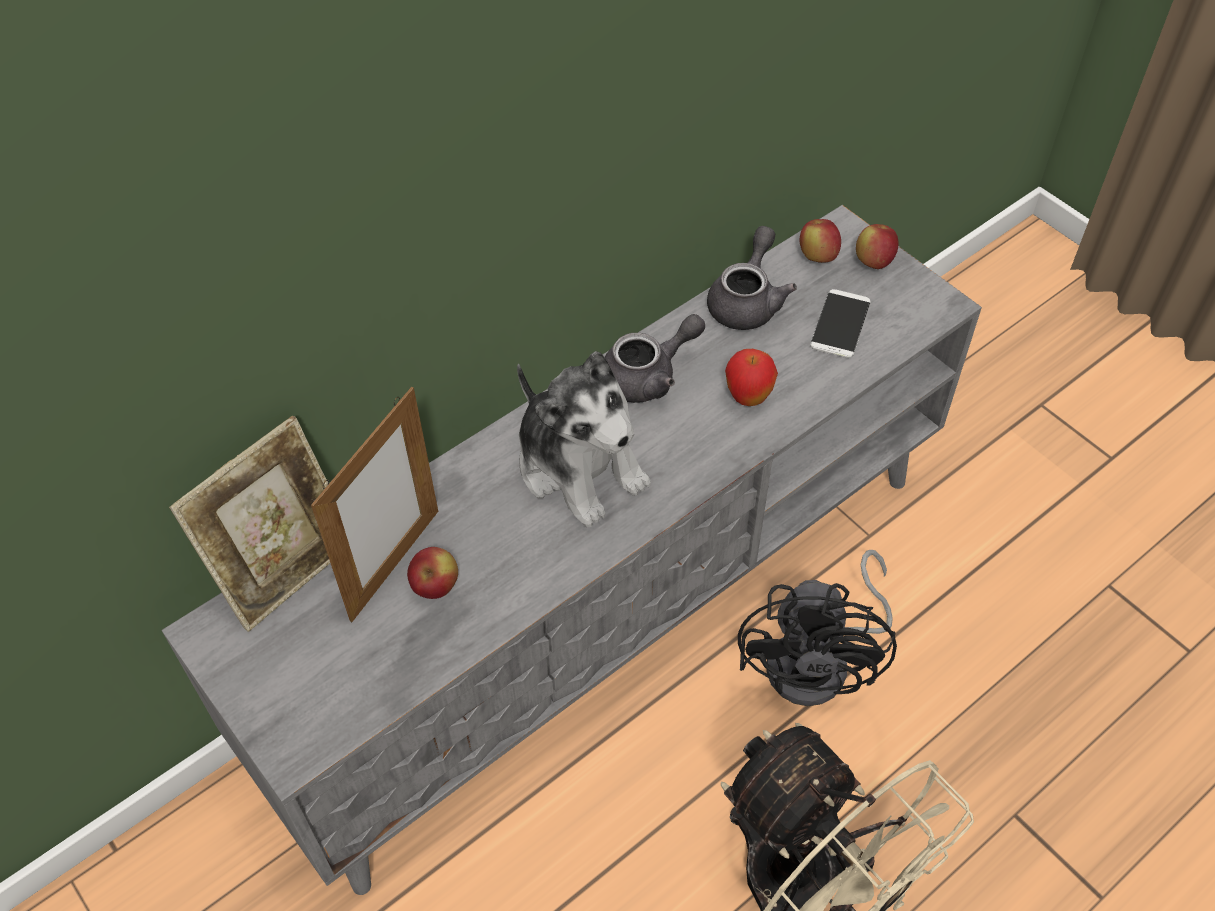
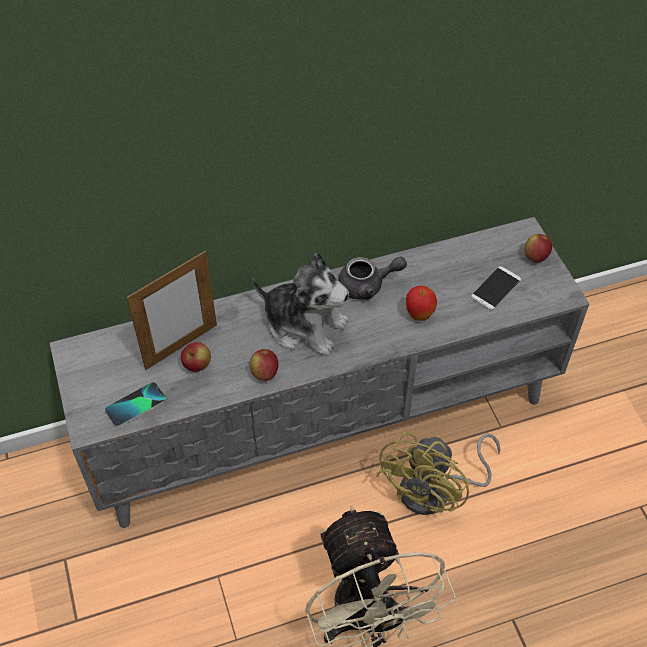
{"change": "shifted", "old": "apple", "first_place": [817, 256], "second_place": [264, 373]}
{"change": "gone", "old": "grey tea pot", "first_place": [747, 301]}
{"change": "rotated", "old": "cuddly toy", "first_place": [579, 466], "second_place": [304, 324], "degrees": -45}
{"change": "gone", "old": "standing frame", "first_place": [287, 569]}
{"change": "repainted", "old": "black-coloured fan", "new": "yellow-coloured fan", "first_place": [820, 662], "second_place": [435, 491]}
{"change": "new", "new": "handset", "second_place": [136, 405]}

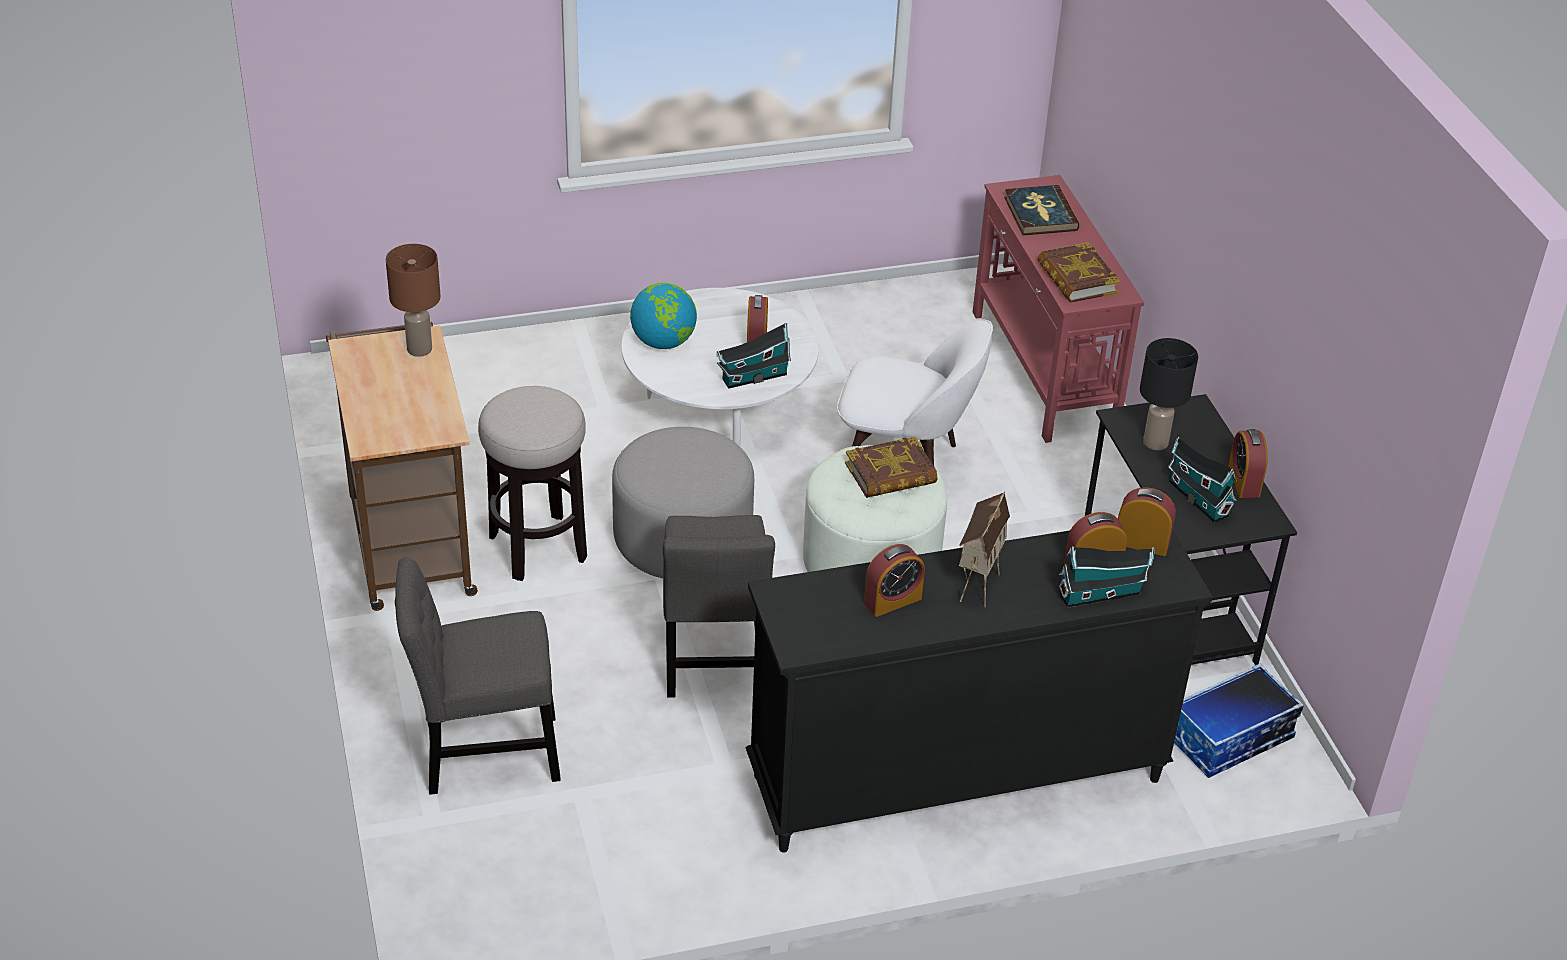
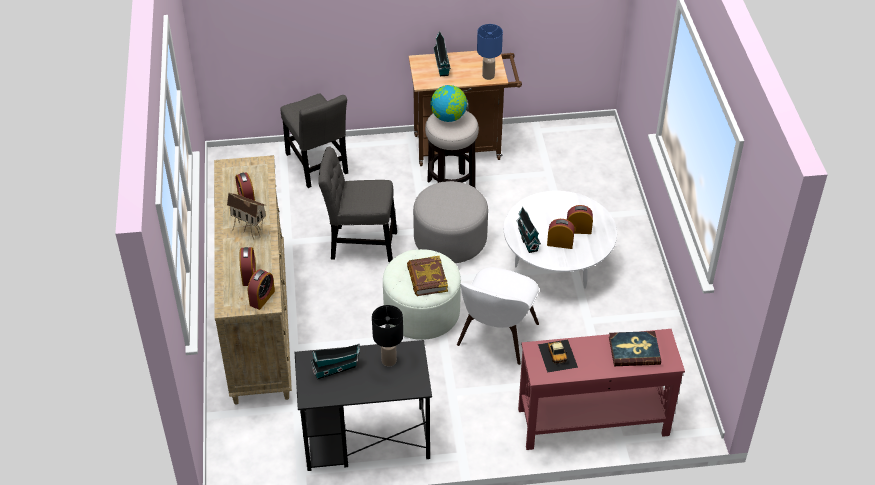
{"change": "swapped", "old": "volume", "new": "model car", "first_place": [1076, 279], "second_place": [557, 355]}
{"change": "repainted", "old": "brown-coloured tabletop lamp", "new": "blue-coloured tabletop lamp", "first_place": [418, 349], "second_place": [488, 75]}
{"change": "shifted", "old": "globe", "first_place": [663, 342], "second_place": [448, 117]}
{"change": "shifted", "old": "table clock", "first_place": [1243, 481], "second_place": [578, 229]}
{"change": "repainted", "old": "black-coloured drawer chest", "new": "beige drawer chest", "first_place": [955, 778], "second_place": [259, 323]}
{"change": "shifted", "old": "miniature house", "first_place": [1102, 593], "second_place": [442, 66]}
{"change": "rotated", "old": "grey chair", "first_place": [483, 753], "second_place": [317, 166], "degrees": 150}
{"change": "gone", "old": "storage bin", "first_place": [1230, 739]}

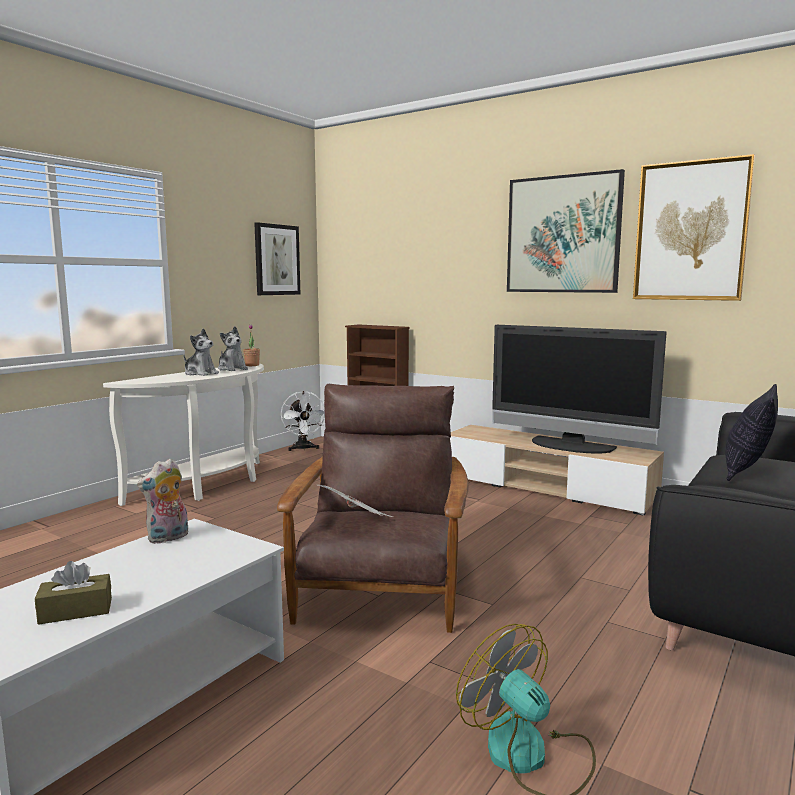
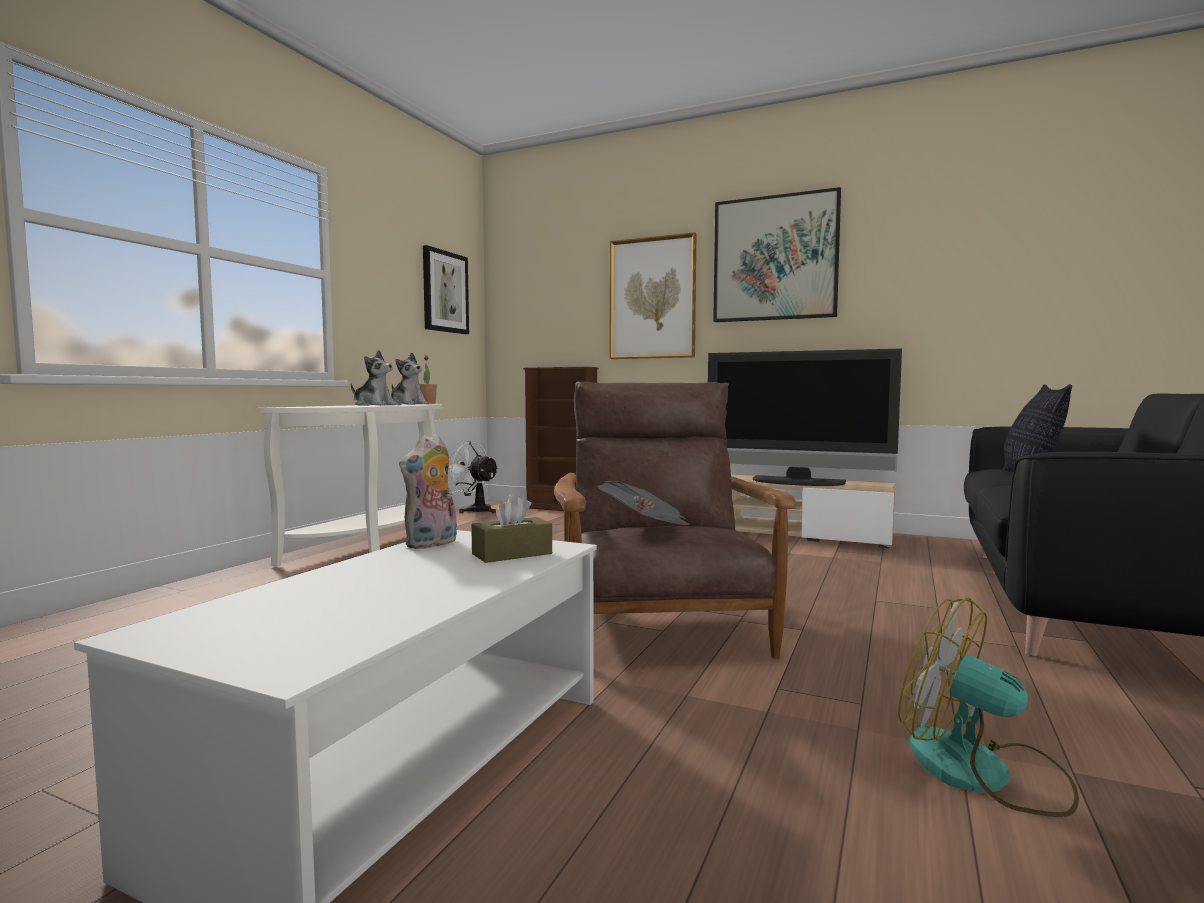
{"change": "shifted", "old": "picture", "first_place": [690, 231], "second_place": [652, 298]}
{"change": "rotated", "old": "whitish fan", "first_place": [303, 449], "second_place": [475, 510], "degrees": 150}
{"change": "shifted", "old": "brown-coloured box of tissues", "first_place": [76, 611], "second_place": [512, 554]}

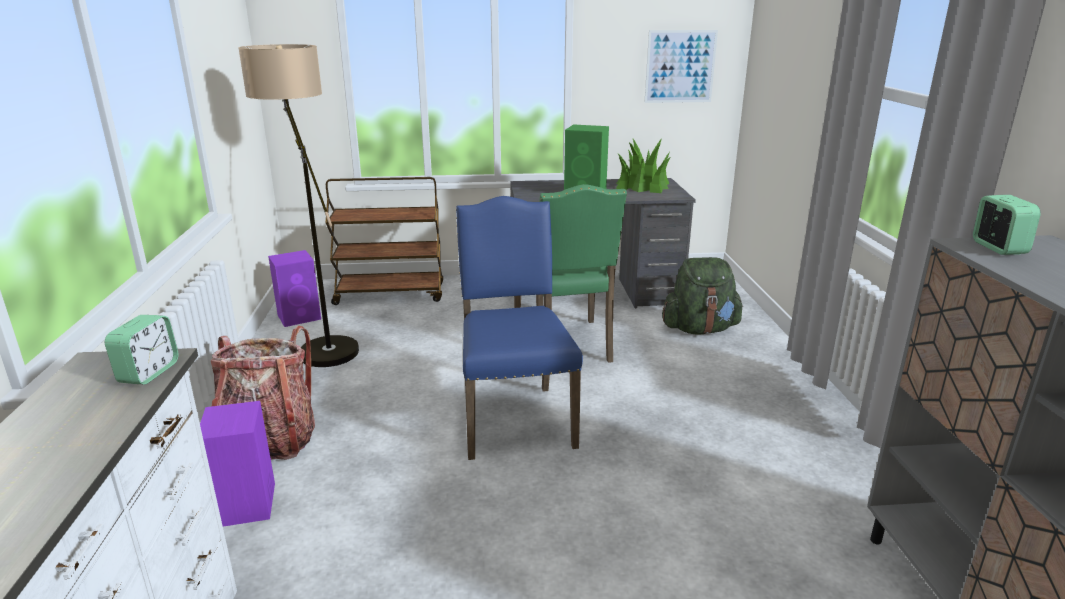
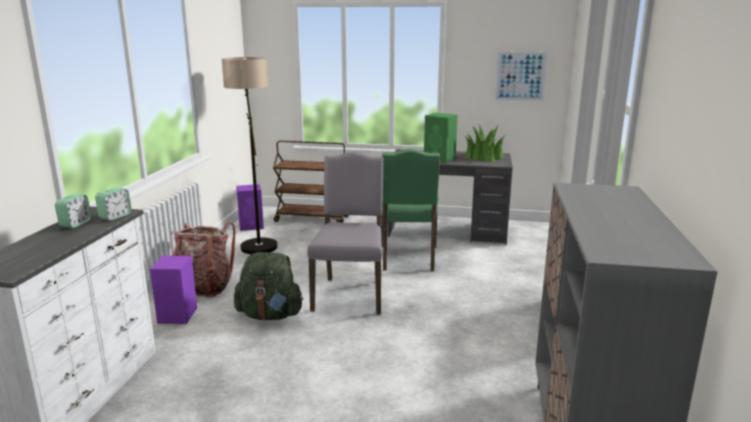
{"change": "shifted", "old": "table clock", "first_place": [998, 248], "second_place": [75, 224]}
{"change": "repainted", "old": "blue-coloured chair", "new": "grey chair", "first_place": [514, 418], "second_place": [350, 294]}
{"change": "shifted", "old": "green rucksack", "first_place": [699, 329], "second_place": [270, 315]}

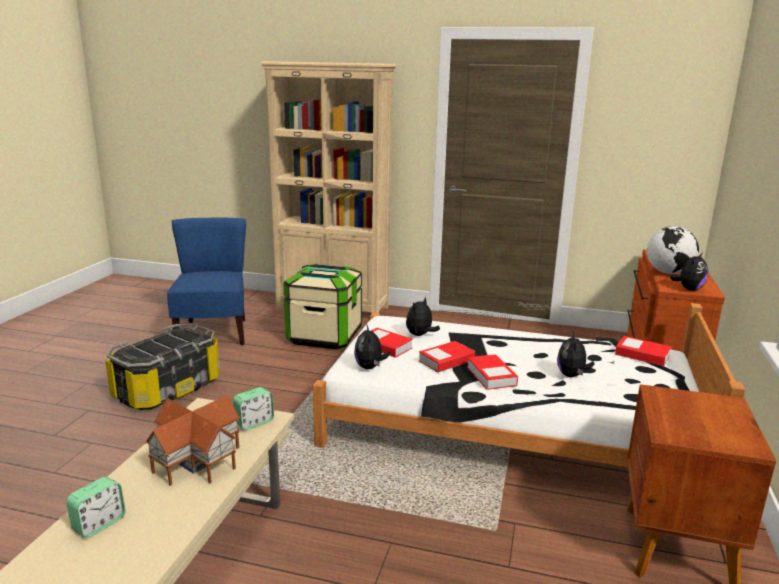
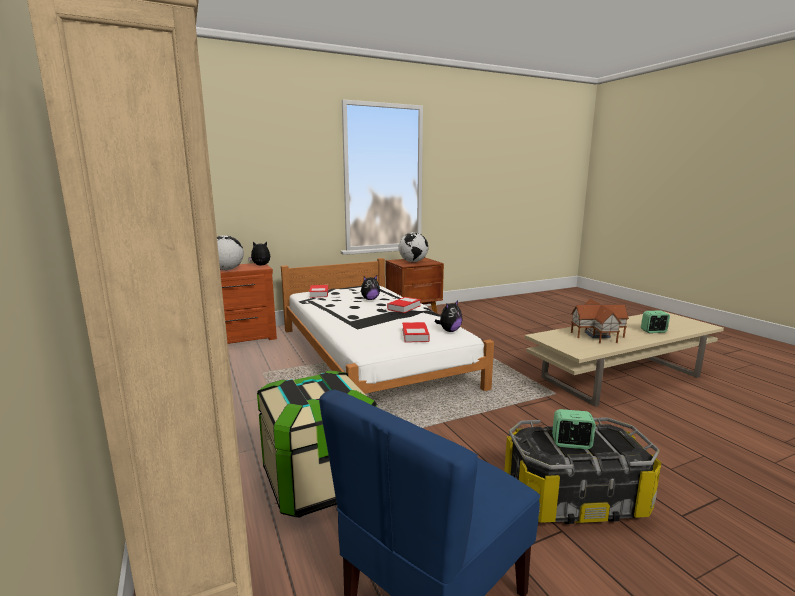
{"change": "gone", "old": "cuddly toy", "first_place": [420, 335]}
{"change": "gone", "old": "volume", "first_place": [446, 361]}
{"change": "shifted", "old": "table clock", "first_place": [254, 422], "second_place": [571, 444]}
{"change": "new", "new": "globe", "second_place": [413, 262]}

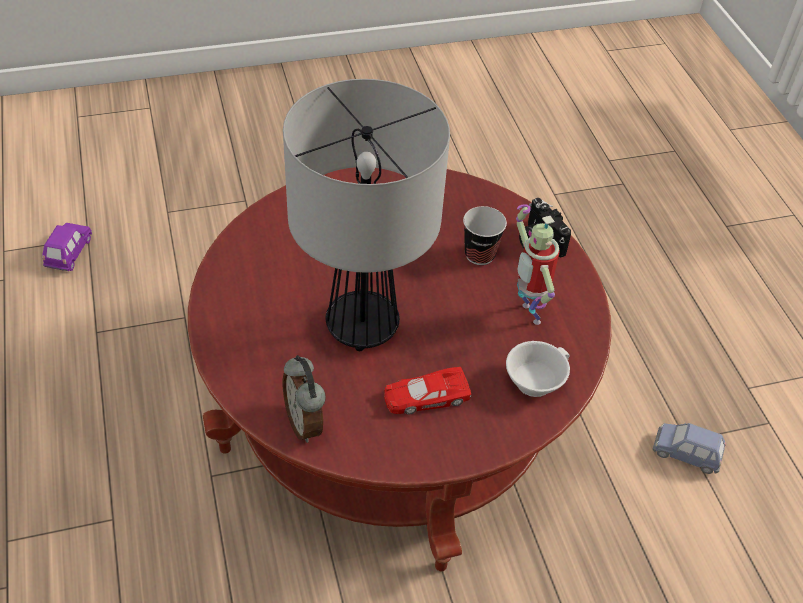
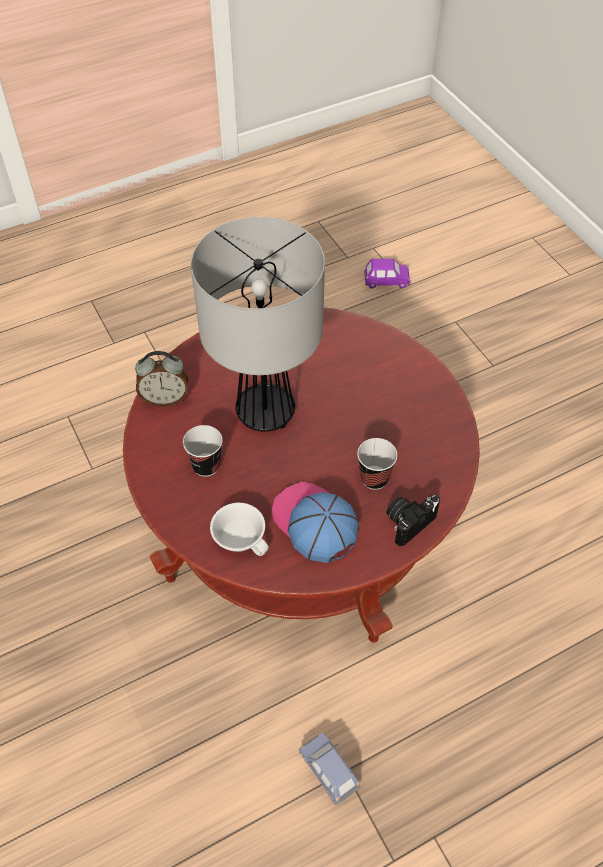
{"change": "swapped", "old": "model robot", "new": "cap", "first_place": [526, 314], "second_place": [314, 523]}
{"change": "rotated", "old": "table clock", "first_place": [305, 423], "second_place": [165, 399], "degrees": -150}
{"change": "swapped", "old": "reddish model car", "new": "small cup", "first_place": [425, 396], "second_place": [206, 465]}
{"change": "rotated", "old": "blue-coloured model car", "first_place": [686, 454], "second_place": [328, 770], "degrees": -45}

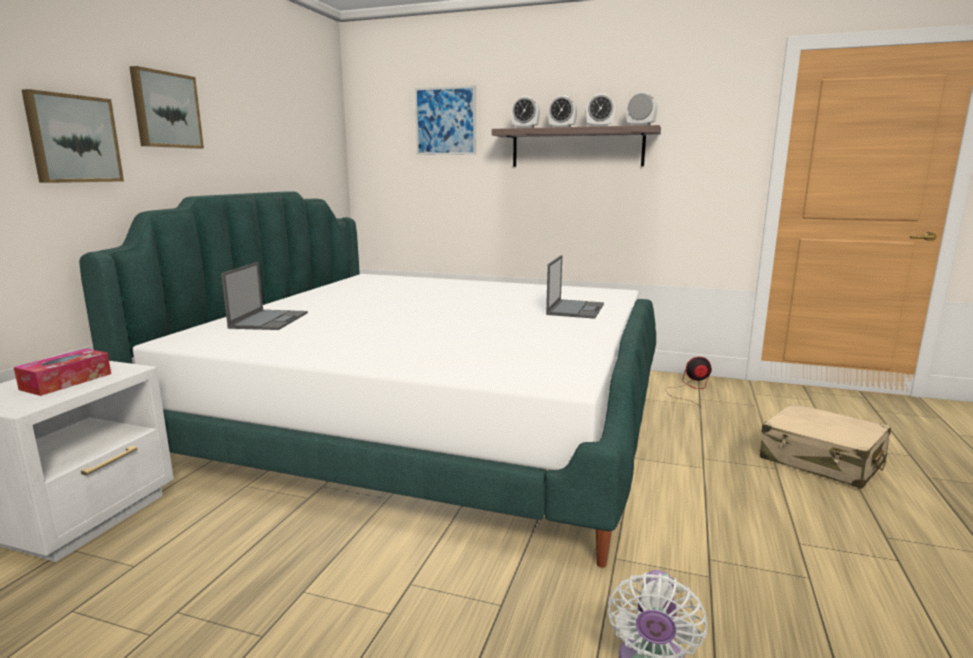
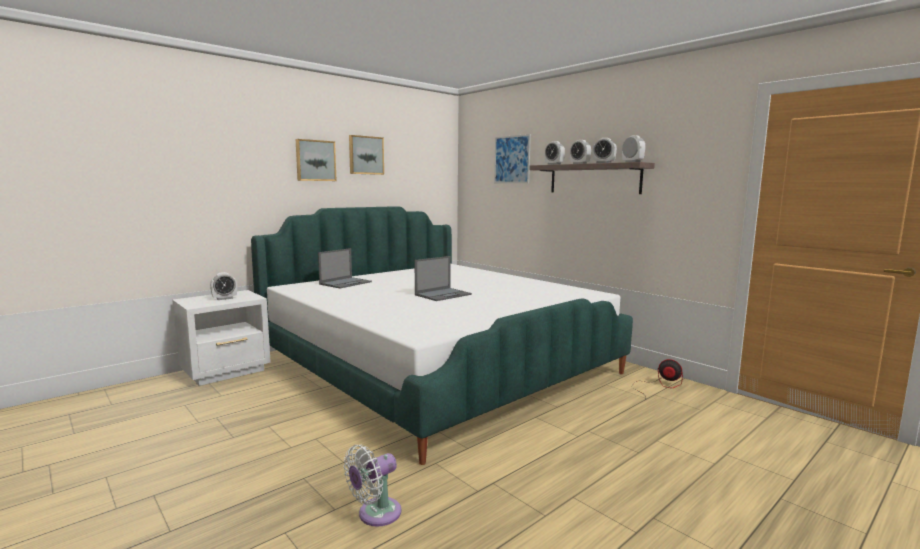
{"change": "shifted", "old": "picture", "first_place": [72, 139], "second_place": [365, 155]}
{"change": "shifted", "old": "laptop", "first_place": [575, 309], "second_place": [443, 294]}
{"change": "swapped", "old": "box of tissues", "new": "table clock", "first_place": [66, 381], "second_place": [224, 298]}
{"change": "gone", "old": "beige piece of luggage", "first_place": [821, 460]}

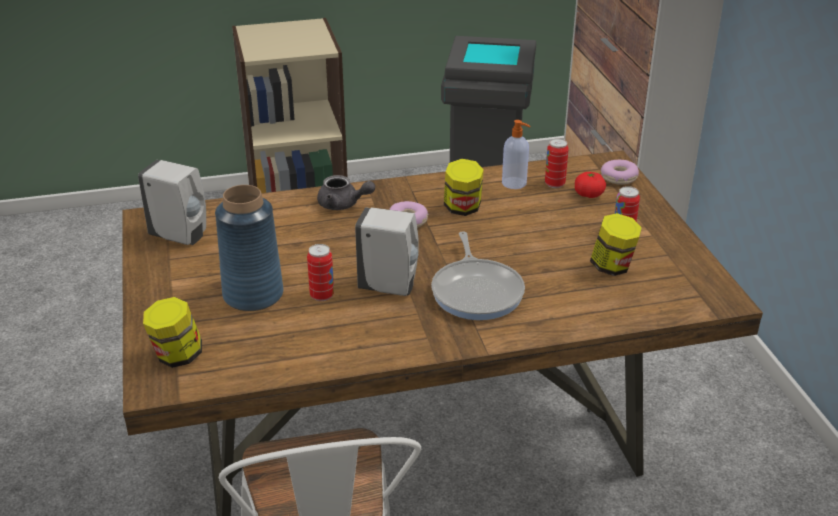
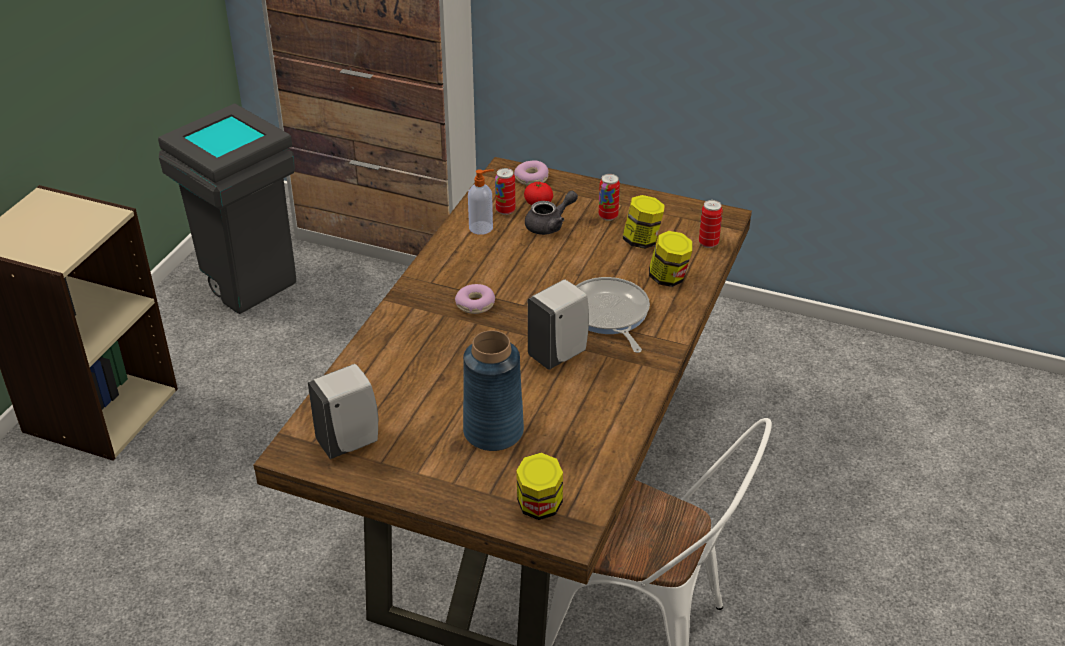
{"change": "shifted", "old": "jar", "first_place": [462, 208], "second_place": [668, 278]}
{"change": "shifted", "old": "grey tea pot", "first_place": [343, 205], "second_place": [550, 225]}
{"change": "rotated", "old": "pan", "first_place": [477, 291], "second_place": [608, 315], "degrees": -135}
{"change": "shifted", "old": "metal can", "first_place": [322, 296], "second_place": [708, 243]}

